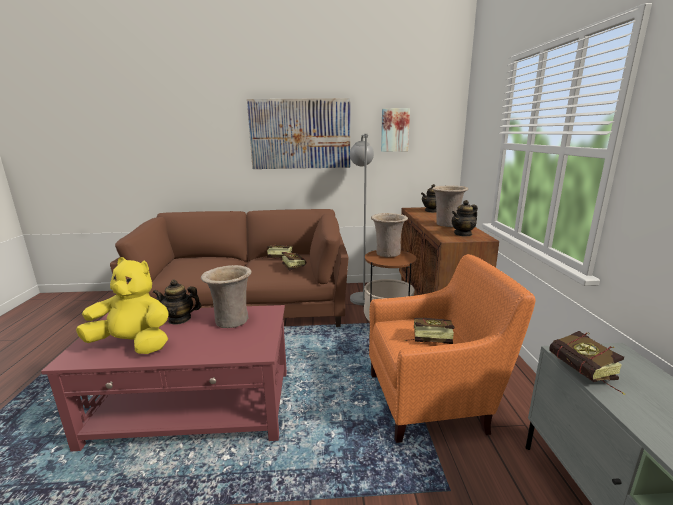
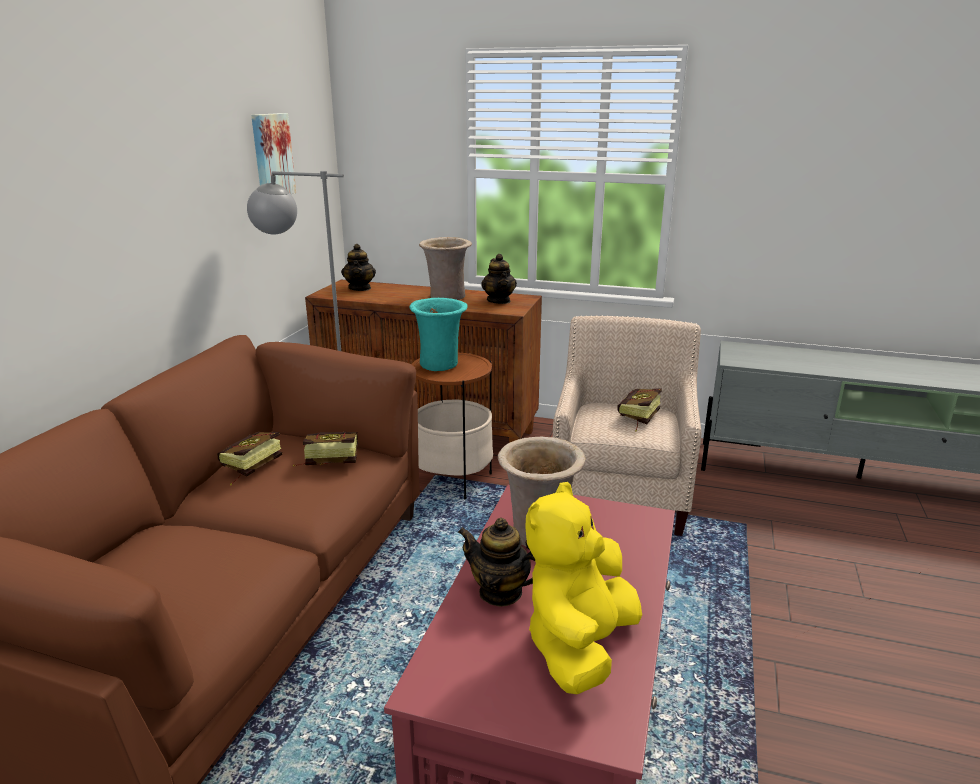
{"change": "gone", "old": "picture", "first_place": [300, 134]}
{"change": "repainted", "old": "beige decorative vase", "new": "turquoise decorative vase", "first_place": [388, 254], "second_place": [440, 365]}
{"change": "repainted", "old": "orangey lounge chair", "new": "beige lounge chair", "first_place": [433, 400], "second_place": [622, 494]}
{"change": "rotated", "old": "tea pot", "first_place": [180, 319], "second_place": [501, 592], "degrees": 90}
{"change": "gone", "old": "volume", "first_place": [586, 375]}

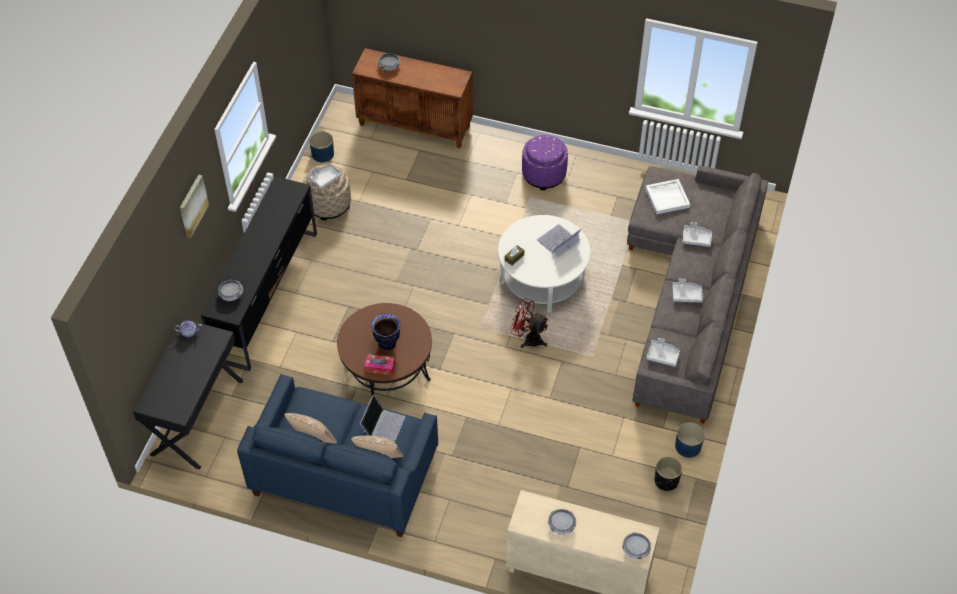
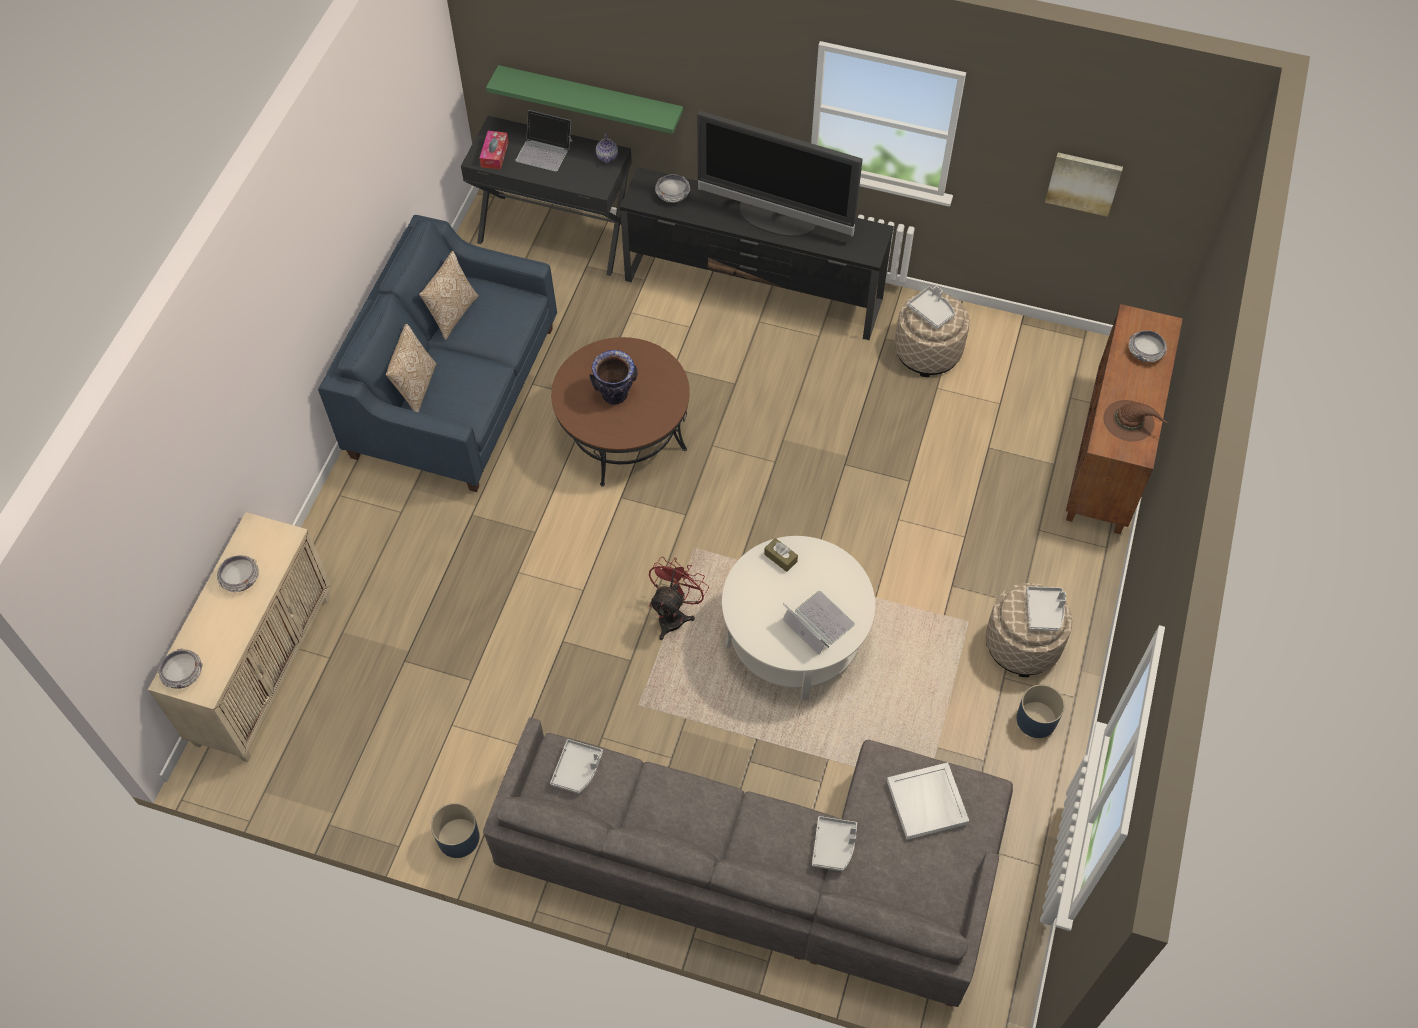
{"change": "shifted", "old": "blue-coloured planter", "first_place": [323, 154], "second_place": [1036, 719]}
{"change": "repainted", "old": "purplish ottoman", "new": "beige ottoman", "first_place": [544, 174], "second_place": [1022, 644]}
{"change": "shifted", "old": "picture", "first_place": [192, 205], "second_place": [1083, 182]}
{"change": "shifted", "old": "grey serving tray", "first_place": [686, 295], "second_place": [1044, 612]}
{"change": "shifted", "old": "box of tissues", "first_place": [380, 367], "second_place": [494, 154]}
{"change": "shifted", "old": "laptop", "first_place": [383, 425], "second_place": [545, 150]}
{"change": "gone", "old": "black-coloured planter", "first_place": [666, 481]}
{"change": "new", "new": "green shelf", "second_place": [590, 98]}
{"change": "new", "new": "television", "second_place": [776, 219]}
{"change": "new", "new": "brown-coloured hat", "second_place": [1129, 421]}

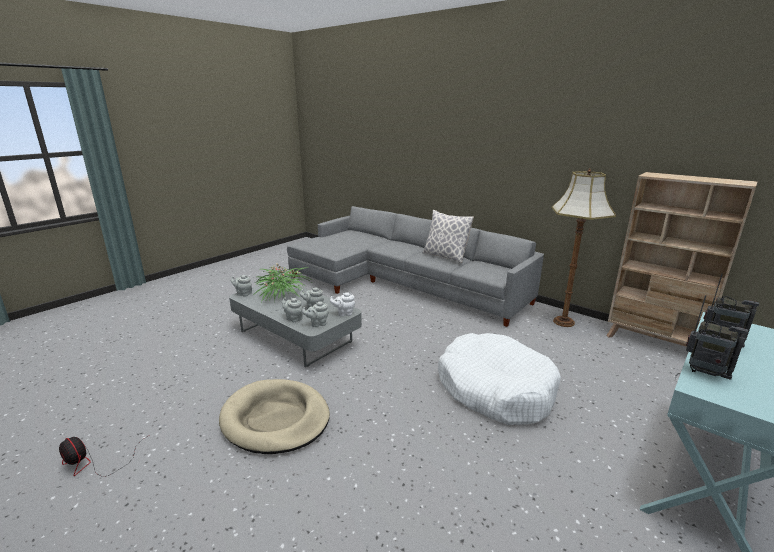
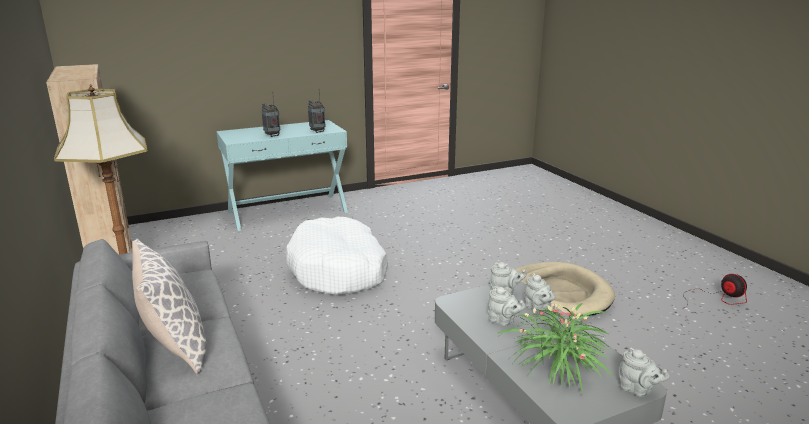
{"change": "gone", "old": "whitish tea pot", "first_place": [344, 313]}

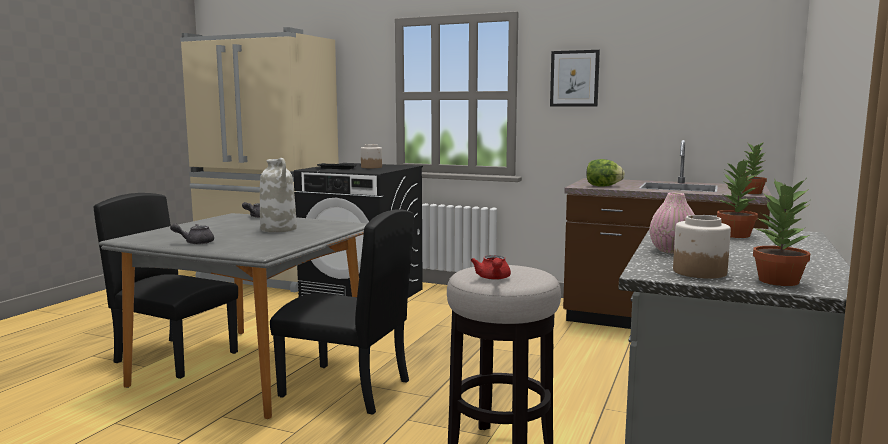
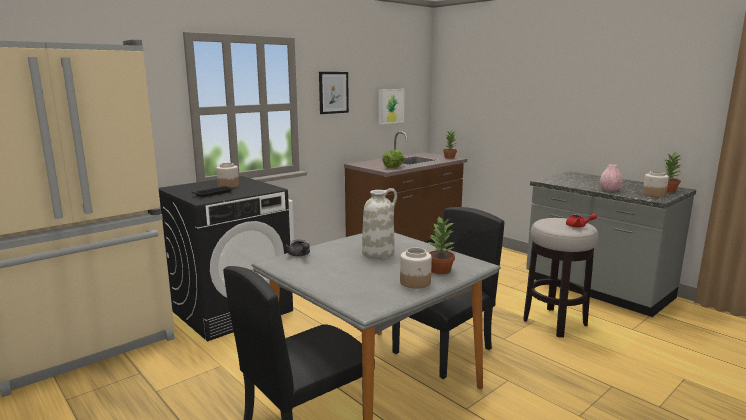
{"change": "shifted", "old": "potted plant", "first_place": [734, 235], "second_place": [440, 270]}
{"change": "swapped", "old": "grey tea pot", "new": "jar", "first_place": [195, 242], "second_place": [415, 282]}
{"change": "new", "new": "picture", "second_place": [390, 106]}

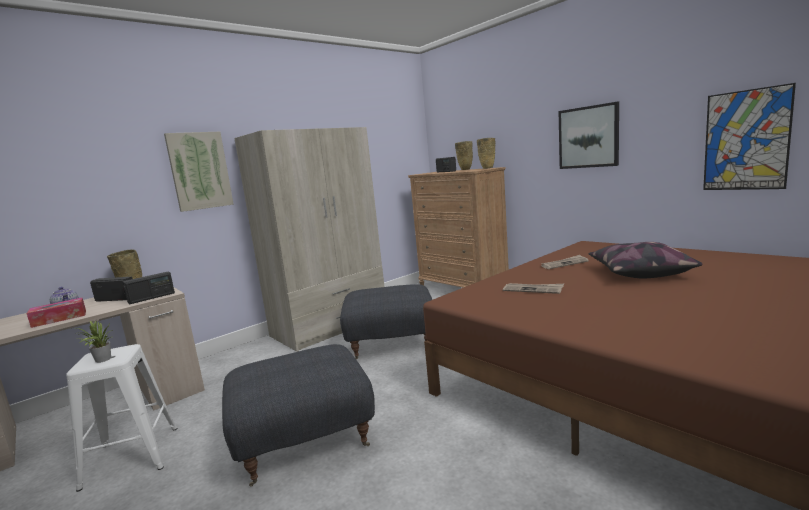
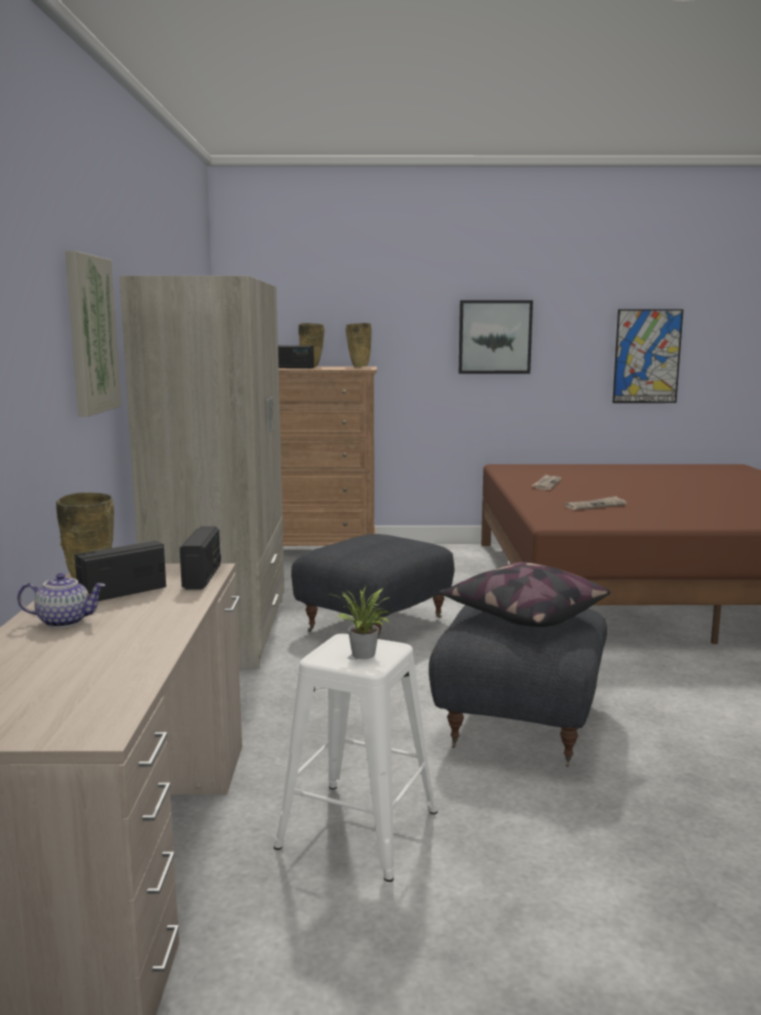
{"change": "shifted", "old": "cushion", "first_place": [639, 273], "second_place": [523, 615]}
{"change": "gone", "old": "box of tissues", "first_place": [59, 318]}

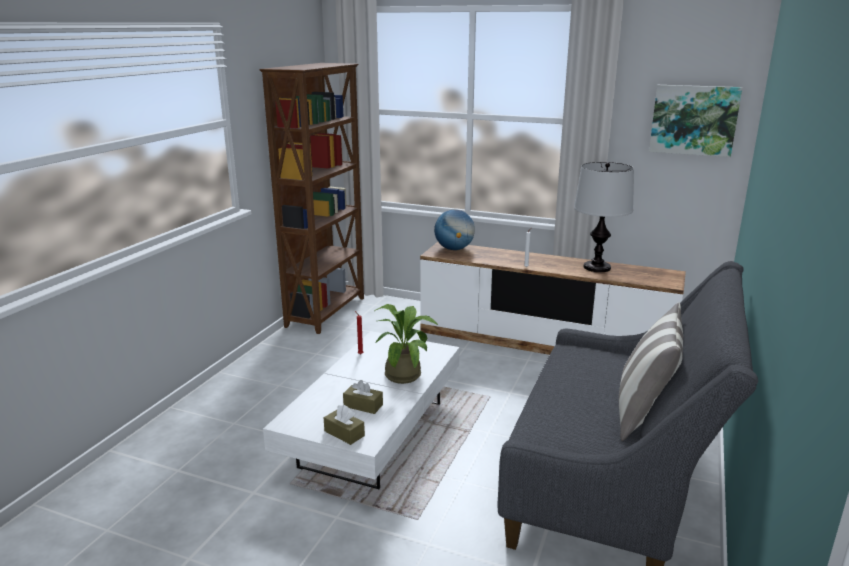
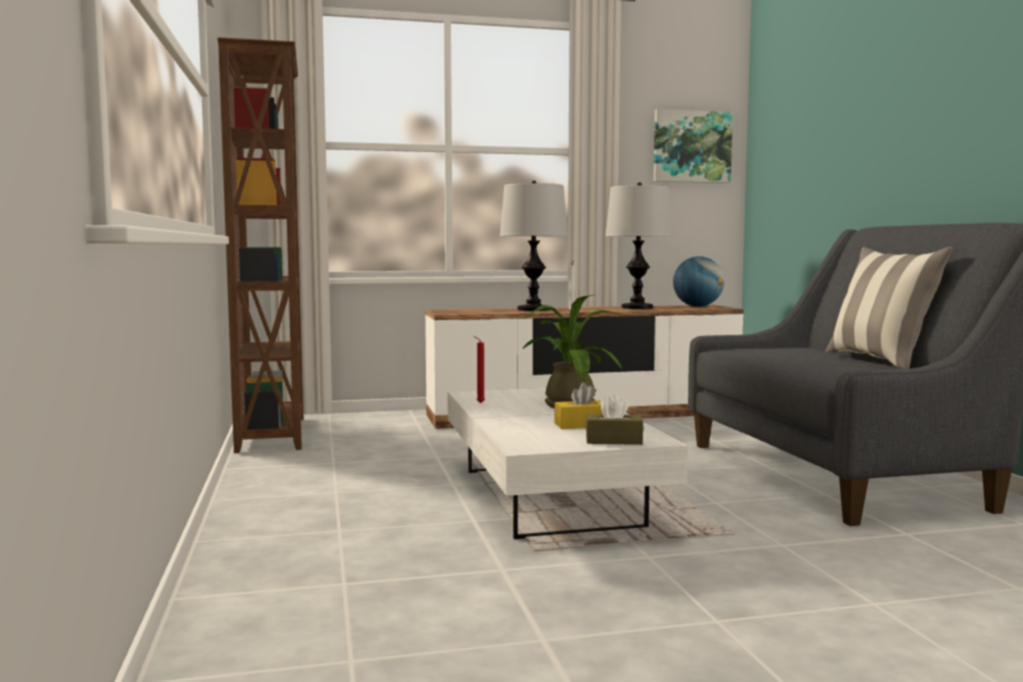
{"change": "shifted", "old": "globe", "first_place": [454, 249], "second_place": [697, 306]}
{"change": "repainted", "old": "brown-coloured box of tissues", "new": "yellow-coloured box of tissues", "first_place": [363, 405], "second_place": [582, 425]}
{"change": "new", "new": "tabletop lamp", "second_place": [533, 309]}

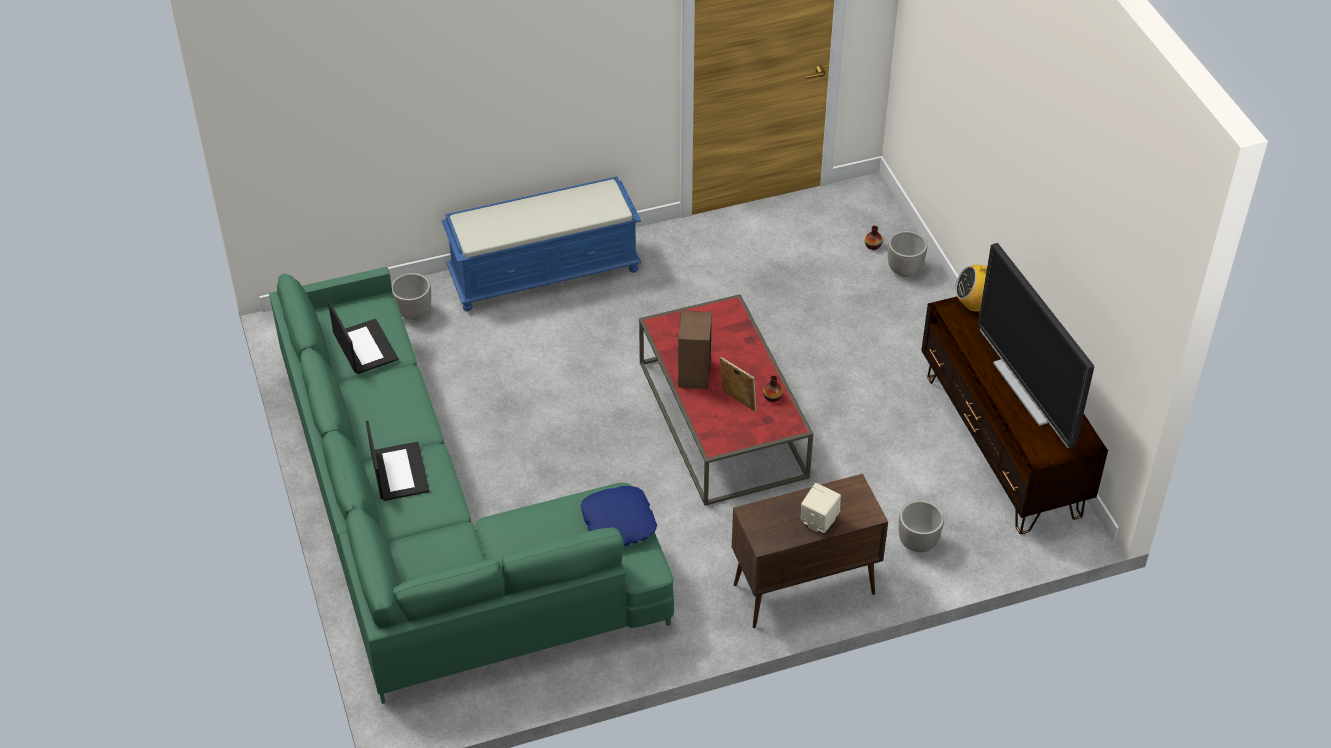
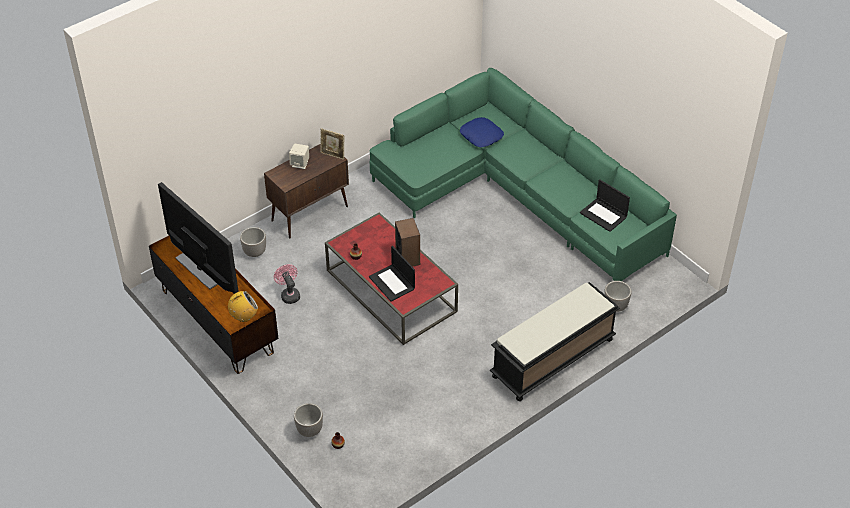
{"change": "repainted", "old": "blue-coloured bench", "new": "black-coloured bench", "first_place": [545, 271], "second_place": [552, 359]}
{"change": "shifted", "old": "standing frame", "first_place": [737, 401], "second_place": [333, 155]}
{"change": "shifted", "old": "laptop", "first_place": [398, 471], "second_place": [392, 283]}
{"change": "shifted", "old": "blue-coloured cushion", "first_place": [618, 522], "second_place": [481, 136]}
{"change": "new", "new": "pink fan", "second_place": [289, 294]}

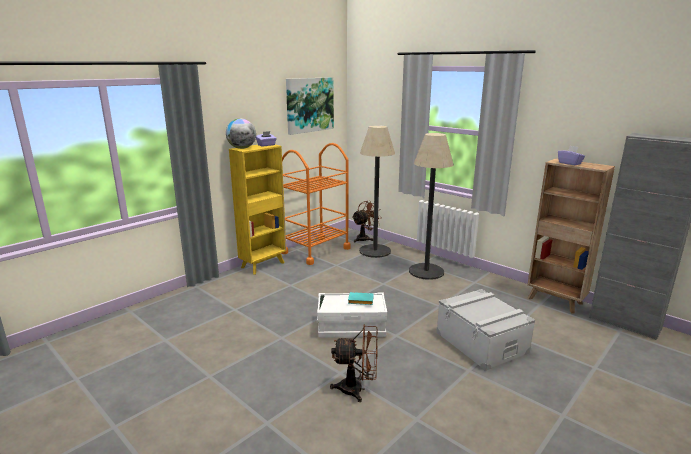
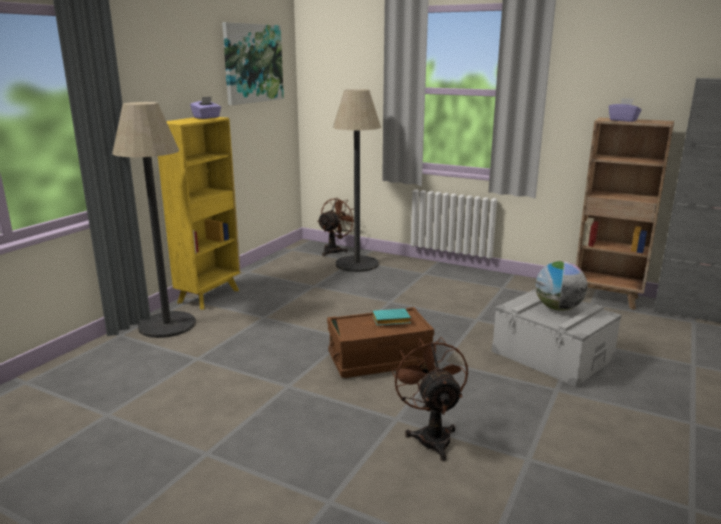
{"change": "shifted", "old": "globe", "first_place": [242, 148], "second_place": [558, 308]}
{"change": "shifted", "old": "standing lamp", "first_place": [426, 271], "second_place": [167, 325]}
{"change": "gone", "old": "orangey cart", "first_place": [316, 250]}
{"change": "repainted", "old": "whitish storage bin", "new": "brown-coloured storage bin", "first_place": [351, 327], "second_place": [379, 360]}
{"change": "rotated", "old": "brown-coloured fan", "first_place": [357, 389], "second_place": [431, 435], "degrees": -90}

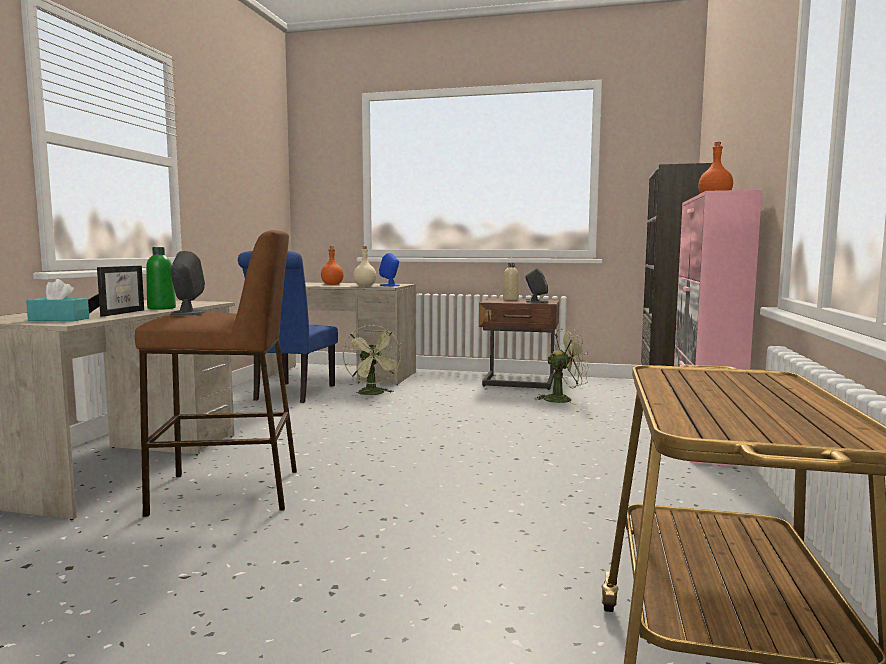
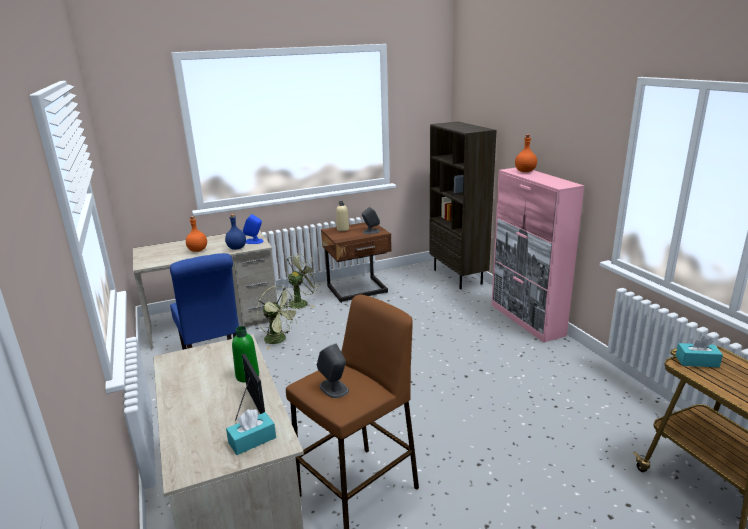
{"change": "repainted", "old": "beige beverage bottle", "new": "blue-coloured beverage bottle", "first_place": [365, 286], "second_place": [237, 248]}
{"change": "shifted", "old": "green fan", "first_place": [563, 399], "second_place": [301, 303]}
{"change": "new", "new": "turquoise box of tissues", "second_place": [697, 361]}

